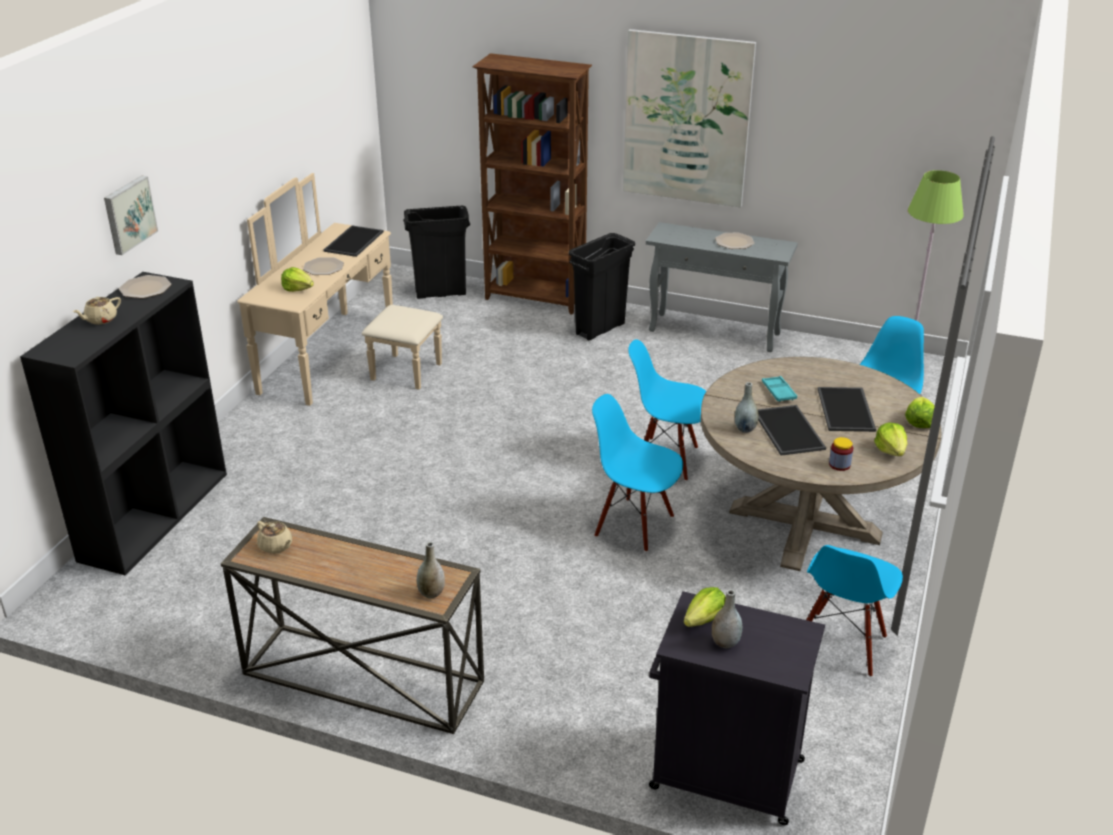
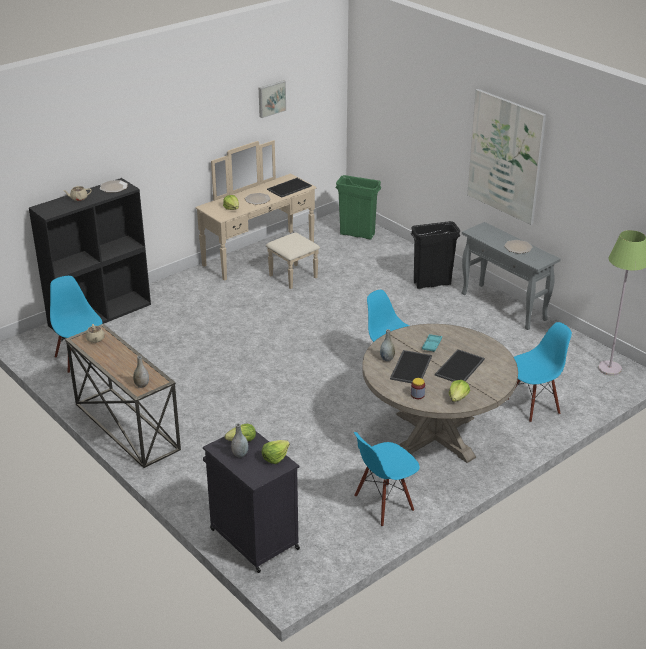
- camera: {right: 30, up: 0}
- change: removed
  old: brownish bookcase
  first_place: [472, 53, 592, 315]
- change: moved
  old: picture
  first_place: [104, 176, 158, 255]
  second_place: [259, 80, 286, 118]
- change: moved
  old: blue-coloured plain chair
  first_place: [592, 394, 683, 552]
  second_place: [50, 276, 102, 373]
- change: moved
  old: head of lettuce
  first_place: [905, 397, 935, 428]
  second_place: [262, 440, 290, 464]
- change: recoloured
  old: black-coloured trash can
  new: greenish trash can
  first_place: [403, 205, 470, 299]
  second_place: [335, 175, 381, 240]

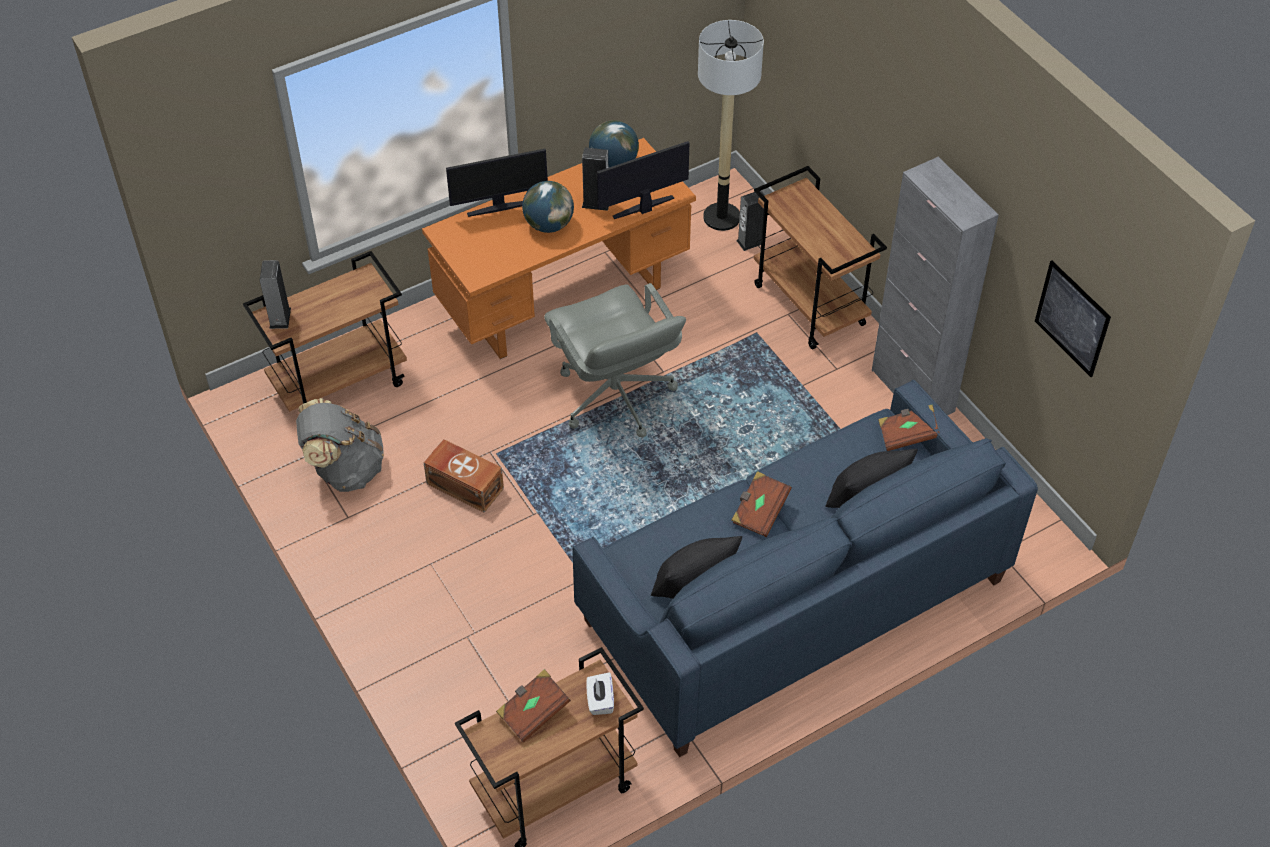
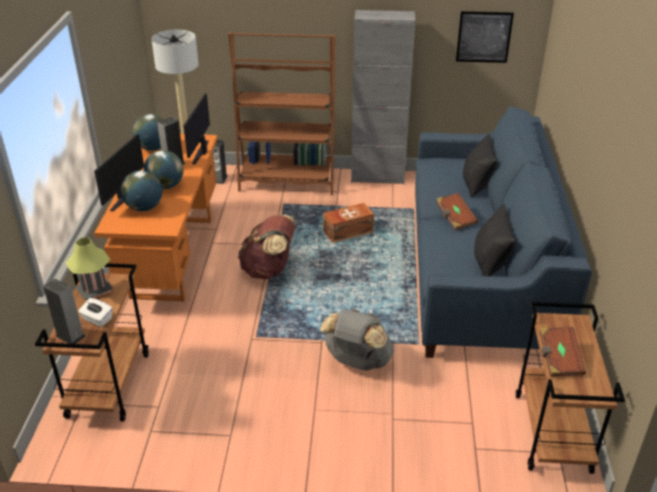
- camera: {right: -55, up: -15}
- change: removed
  old: brownish book
  first_place: [878, 405, 940, 451]
- change: added
  new: lamp for a table
  second_place: [65, 238, 113, 301]
- change: added
  new: world globe
  second_place: [121, 171, 162, 211]
- change: moved
  old: grey rucksack
  first_place: [296, 398, 384, 492]
  second_place: [320, 309, 394, 371]
- change: moved
  old: brownish storage container
  first_place: [424, 439, 504, 513]
  second_place: [323, 203, 374, 243]
- change: moved
  old: white-coloured tissue box
  first_place: [586, 672, 614, 715]
  second_place: [78, 298, 113, 327]
- change: replaced
  old: grey desk chair
  new: brownish rucksack
  first_place: [544, 283, 686, 438]
  second_place: [238, 215, 295, 279]
- change: replaced
  old: brownish wheeled cart
  new: brownish bookcase
  first_place: [754, 166, 887, 349]
  second_place: [228, 32, 335, 195]

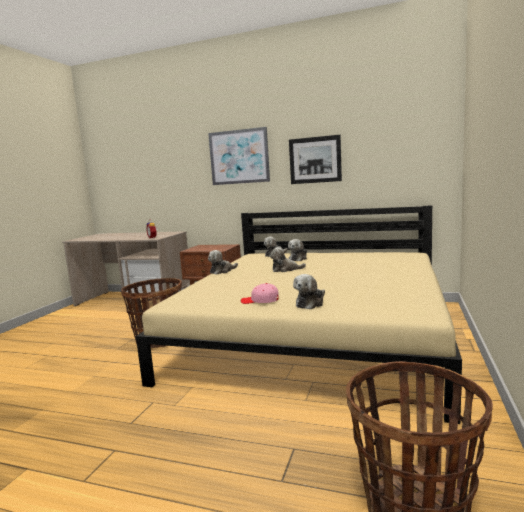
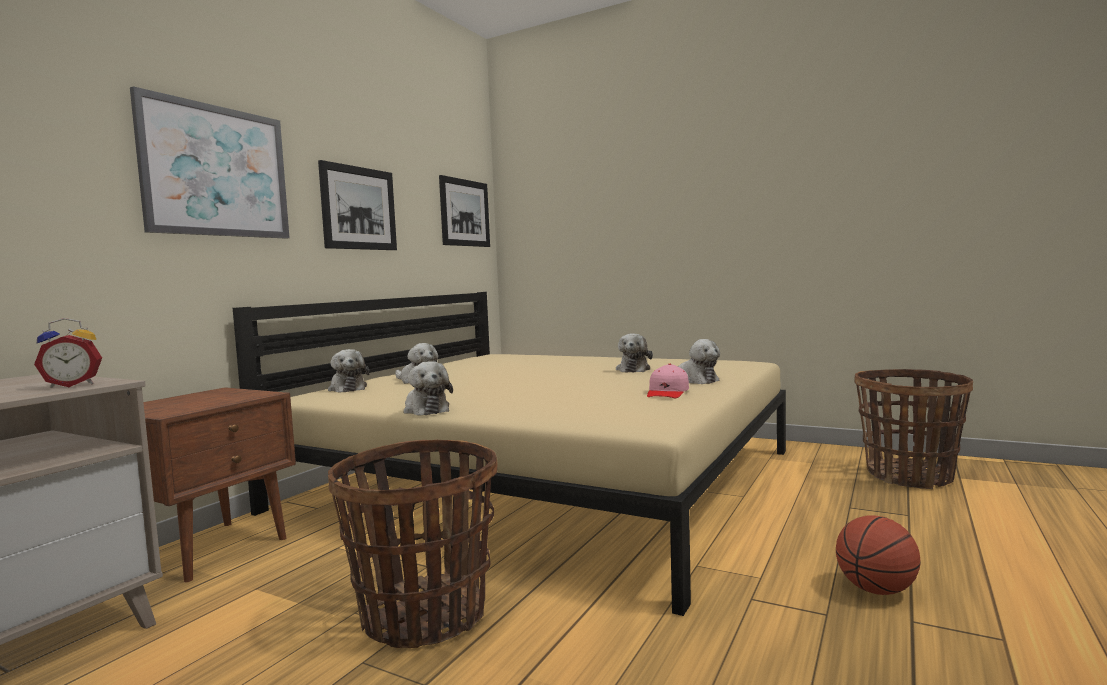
- camera: {right: -80, up: -5}
- change: added
  new: picture
  second_place: [439, 175, 490, 247]
- change: added
  new: ball for basketball
  second_place: [836, 515, 921, 595]
- change: moved
  old: cuddly toy
  first_place: [269, 247, 306, 272]
  second_place: [616, 334, 653, 373]

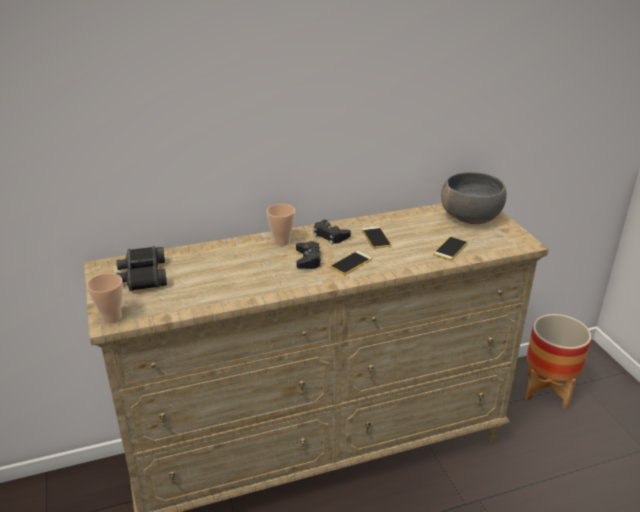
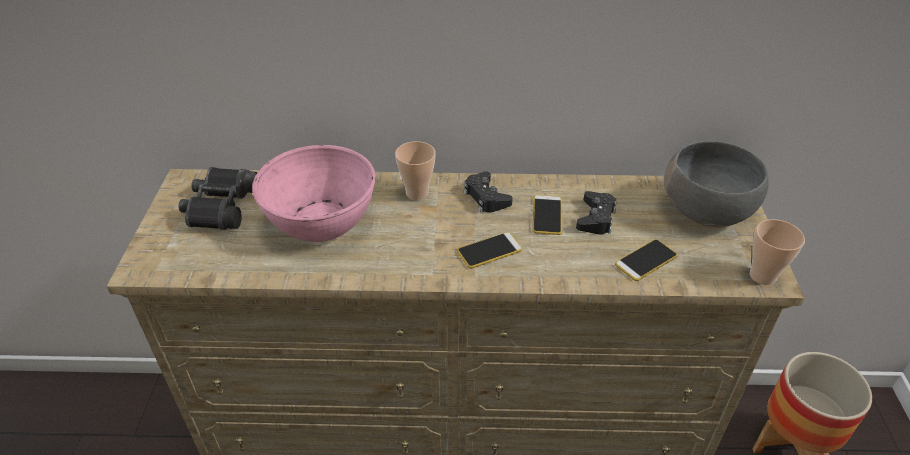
- camera: {right: 20, up: 10}
- change: added
  new: pink bowl
  second_place: [252, 145, 376, 242]
- change: moved
  old: cup
  first_place: [87, 273, 123, 324]
  second_place: [750, 219, 805, 285]
- change: moved
  old: black-coloured gamepad
  first_place: [296, 241, 322, 269]
  second_place: [576, 191, 617, 235]

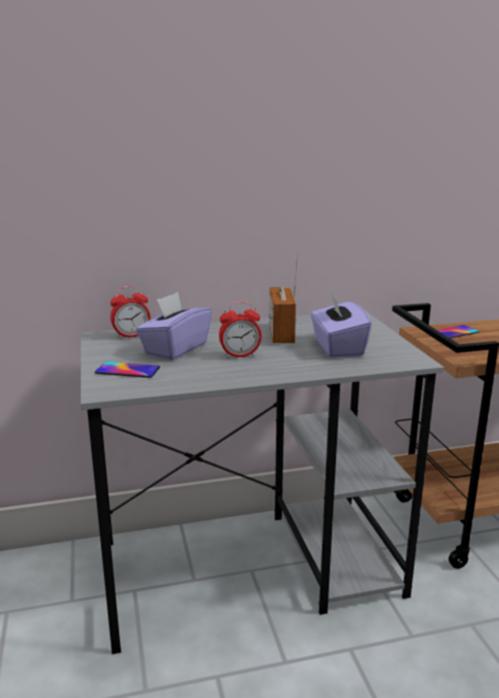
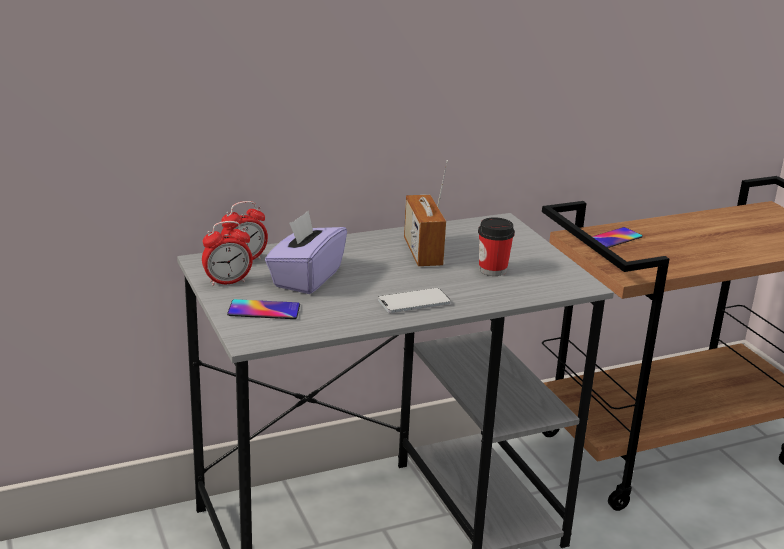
- camera: {right: -10, up: 5}
- change: added
  new: handset
  second_place: [378, 288, 451, 313]
- change: moved
  old: bedside clock
  first_place: [219, 301, 262, 358]
  second_place: [202, 221, 253, 286]
- change: replaced
  old: purple-coloured tissue box
  new: cup
  first_place: [310, 292, 372, 358]
  second_place: [478, 217, 515, 276]

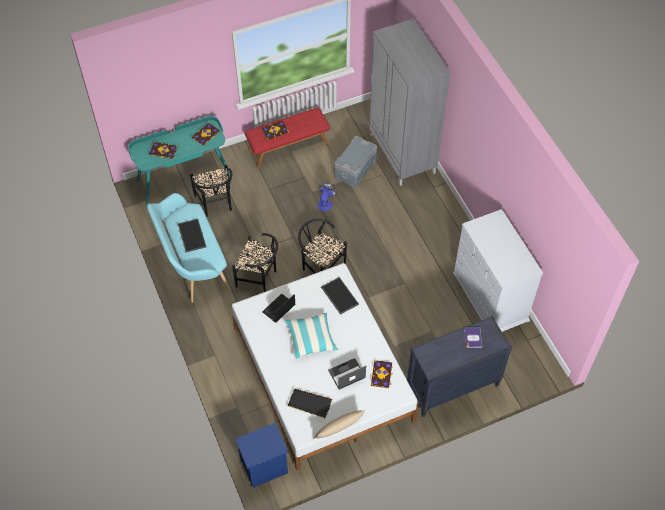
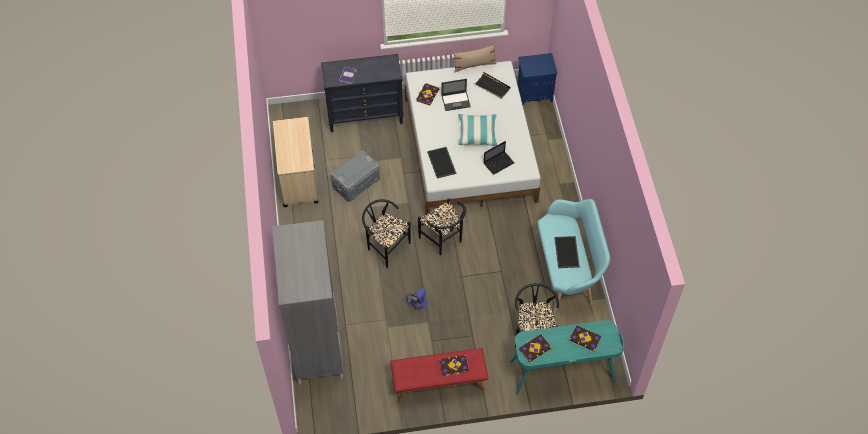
- camera: {right: -165, up: 0}
- change: moved
  old: black-coloured plain chair
  first_place: [232, 233, 278, 292]
  second_place: [362, 199, 411, 268]
- change: moved
  old: grey storage container
  first_place: [335, 136, 377, 188]
  second_place: [331, 150, 380, 202]
- change: replaced
  old: white-coloured chest of drawers
  new: sand-coloured wheeled cart
  first_place: [453, 209, 543, 332]
  second_place: [273, 117, 318, 207]

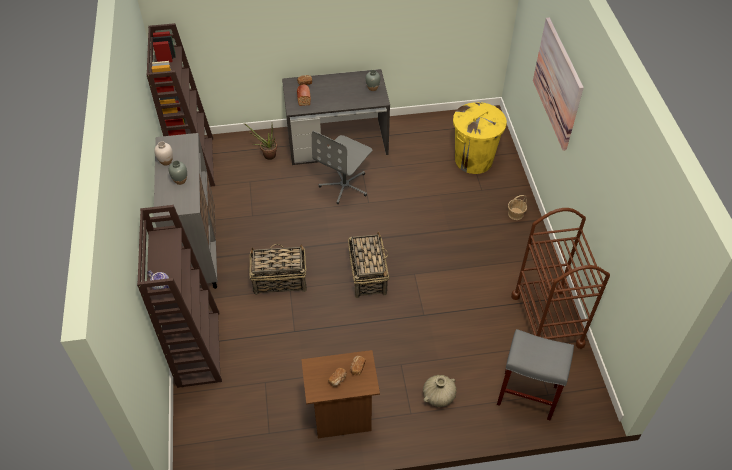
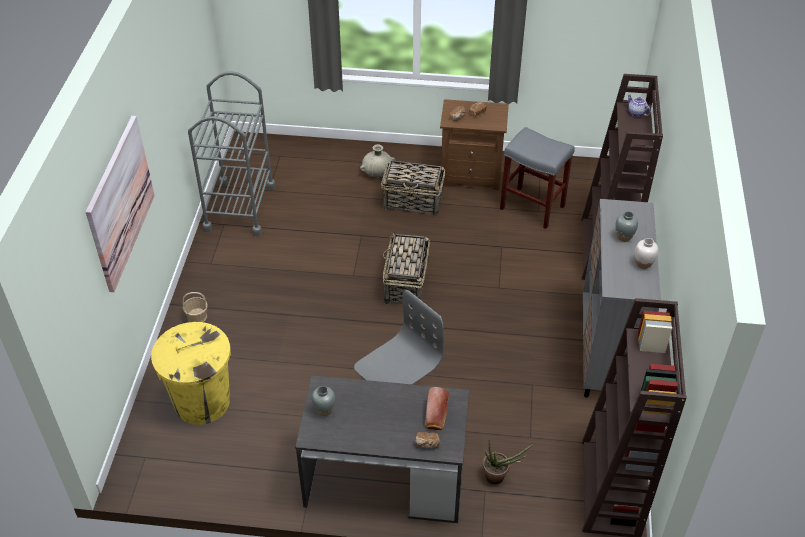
- camera: {right: -165, up: -5}
- change: moved
  old: storage basket
  first_place: [249, 244, 307, 295]
  second_place: [381, 160, 445, 216]
- change: moved
  old: grey sitting stool
  first_place: [497, 329, 574, 420]
  second_place: [500, 127, 575, 229]
- change: recoloured
  old: brownish wheeled cart
  new: grey wheeled cart
  first_place: [511, 208, 610, 349]
  second_place: [188, 71, 276, 236]

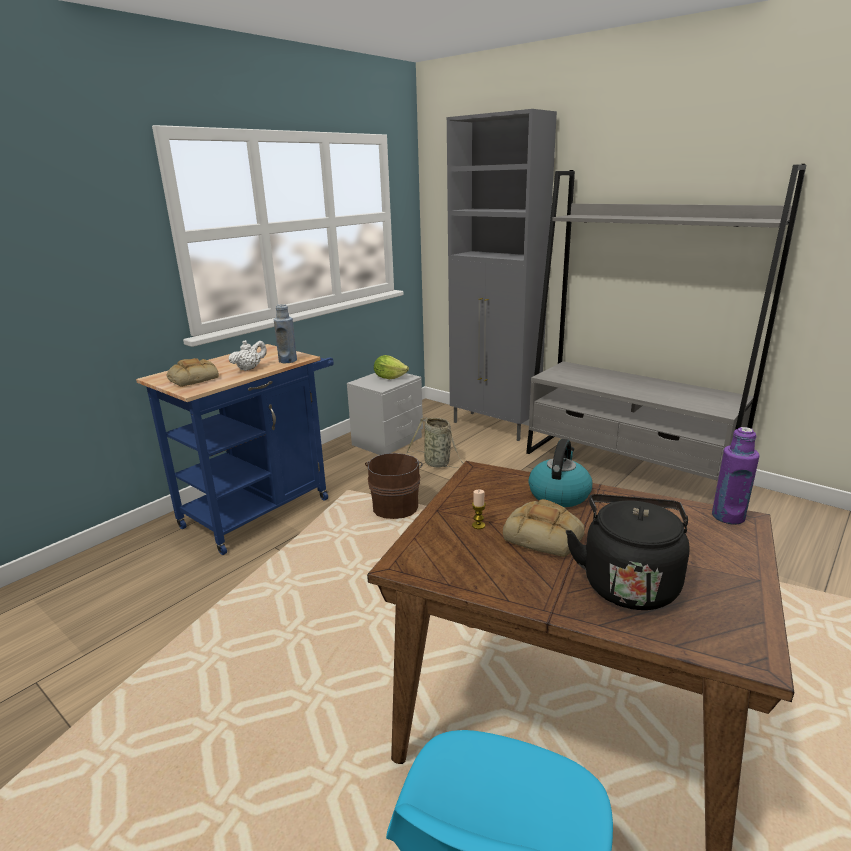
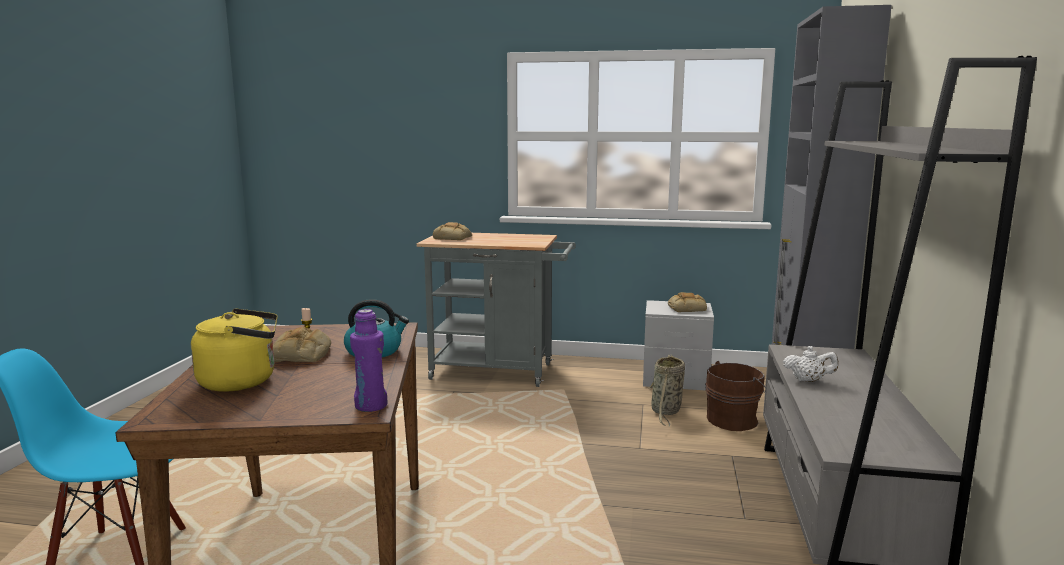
- camera: {right: 60, up: -10}
- change: removed
  old: blue-coloured drink bottle
  first_place: [274, 304, 297, 363]
- change: moved
  old: white-coloured pot for tea
  first_place: [229, 340, 267, 371]
  second_place: [783, 346, 838, 382]
- change: moved
  old: brownish pail
  first_place: [365, 453, 423, 519]
  second_place: [705, 361, 765, 431]
- change: replaced
  old: head of lettuce
  new: baked bread
  first_place: [374, 355, 409, 380]
  second_place: [668, 292, 707, 312]
- change: recoloured
  old: blue-coloured wheeled cart
  new: grey wheeled cart
  first_place: [136, 344, 334, 555]
  second_place: [416, 233, 576, 387]
- change: recoloured
  old: black-coloured water kettle
  new: yellow-coloured water kettle
  first_place: [566, 494, 690, 610]
  second_place: [191, 308, 278, 392]

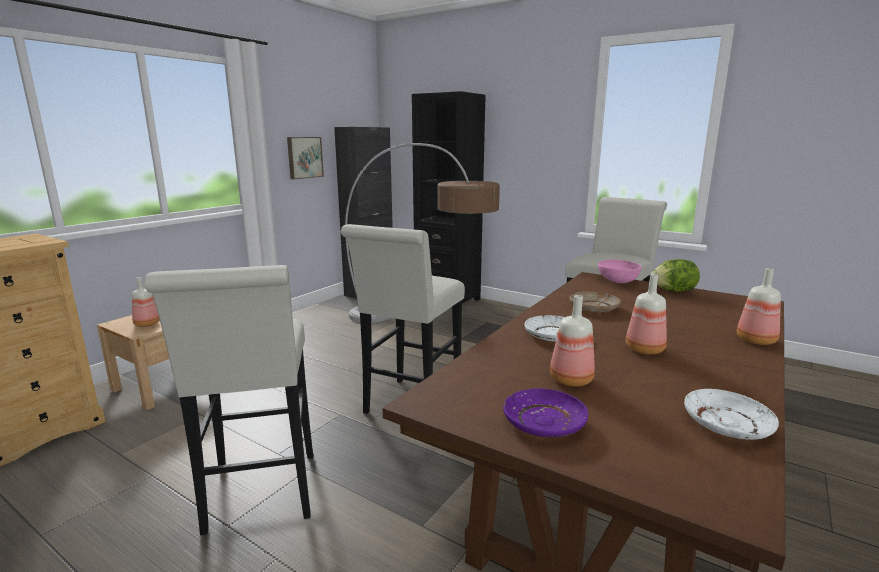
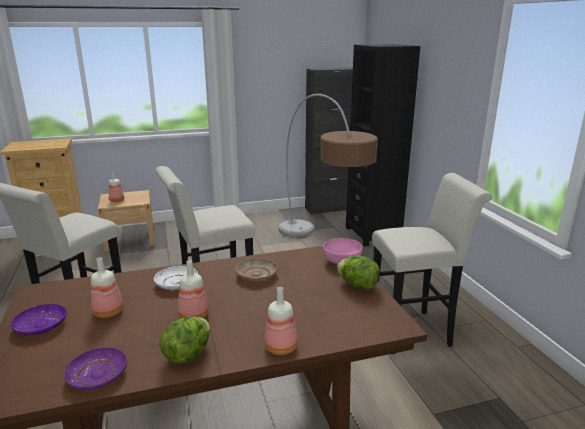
- camera: {right: 40, up: 5}
- change: removed
  old: picture
  first_place: [287, 137, 324, 179]
- change: added
  new: head of lettuce
  second_place: [159, 316, 210, 364]
- change: recoloured
  old: white-coloured flat dish
  new: purple-coloured flat dish
  first_place: [684, 389, 779, 440]
  second_place: [64, 347, 127, 390]

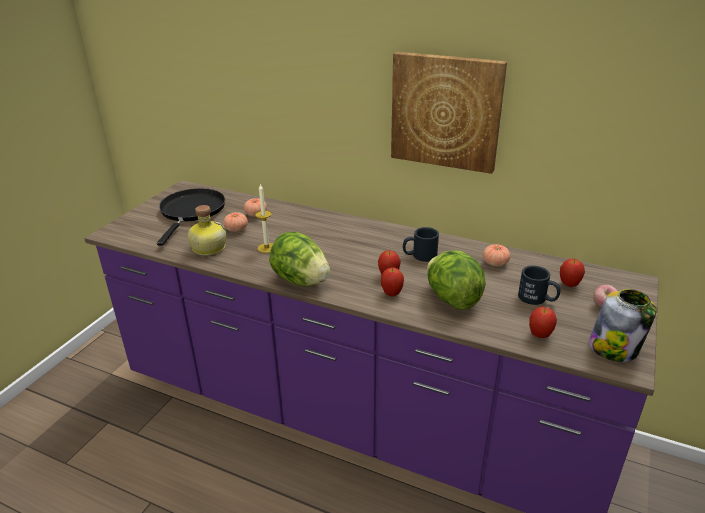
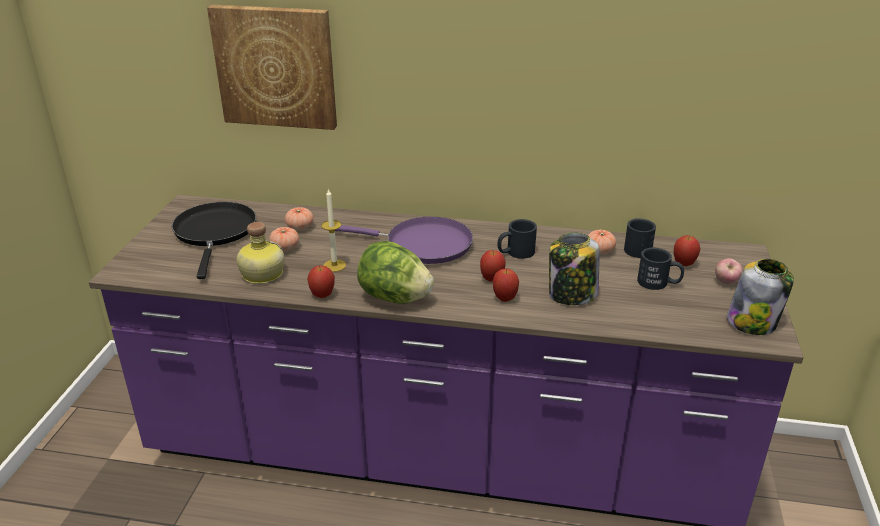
- camera: {right: -15, up: 0}
- change: added
  new: purple-coloured skillet
  second_place: [335, 217, 473, 264]
- change: added
  new: black-coloured tea mug
  second_place: [624, 218, 656, 258]
- change: moved
  old: picture
  first_place: [391, 52, 507, 174]
  second_place: [207, 5, 337, 130]
- change: moved
  old: apple
  first_place: [529, 307, 557, 338]
  second_place: [307, 265, 335, 298]
- change: replaced
  old: head of lettuce
  new: preserve jar
  first_place: [427, 250, 486, 310]
  second_place: [549, 233, 600, 305]

